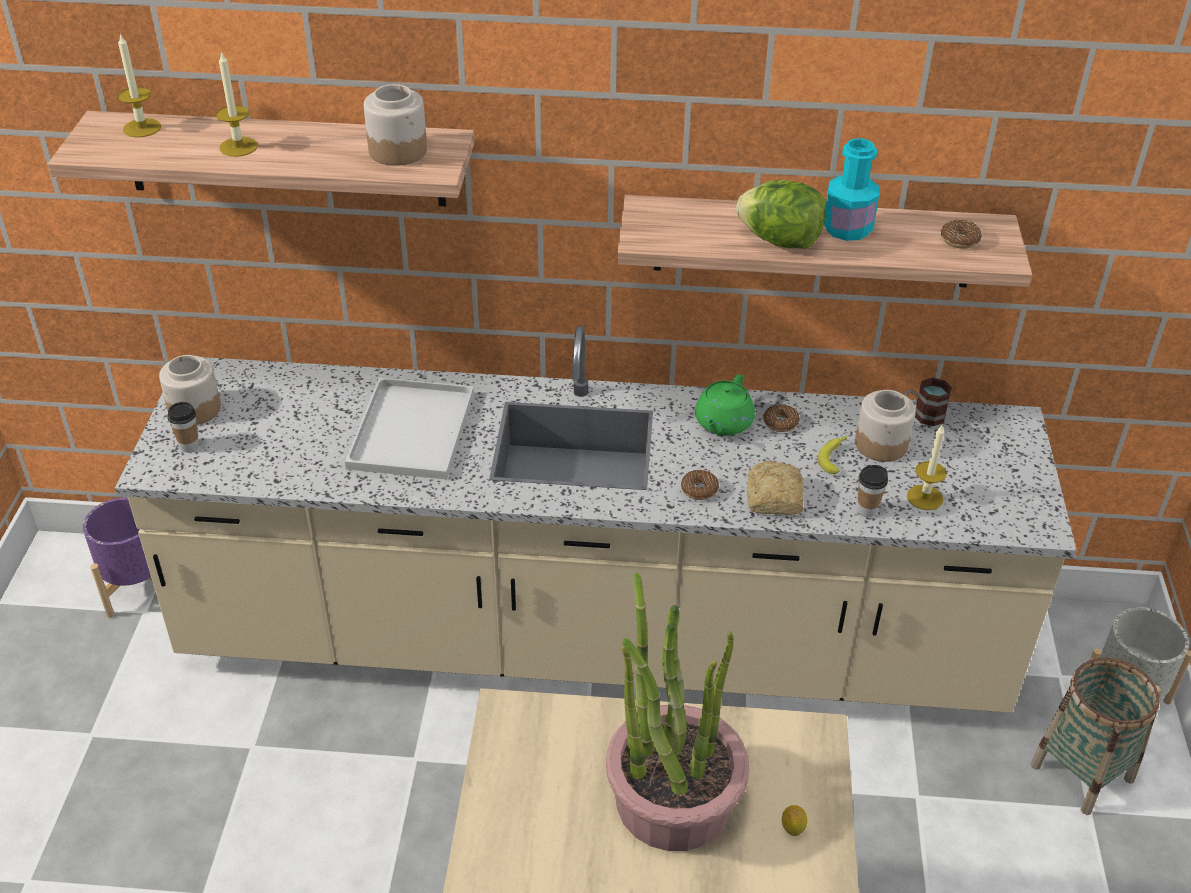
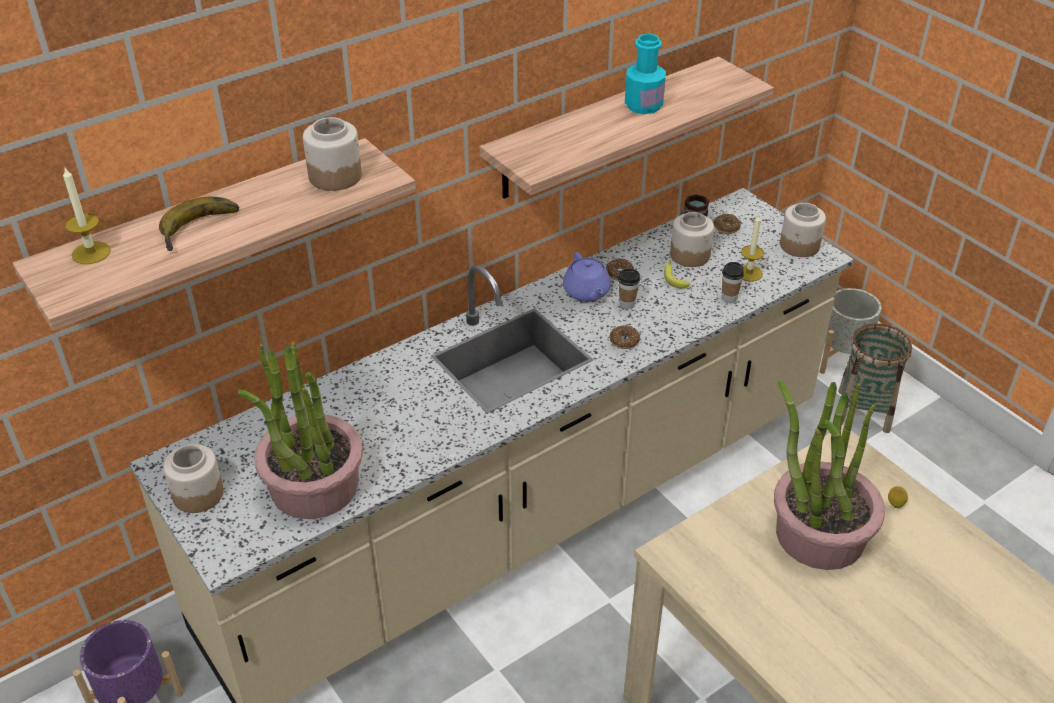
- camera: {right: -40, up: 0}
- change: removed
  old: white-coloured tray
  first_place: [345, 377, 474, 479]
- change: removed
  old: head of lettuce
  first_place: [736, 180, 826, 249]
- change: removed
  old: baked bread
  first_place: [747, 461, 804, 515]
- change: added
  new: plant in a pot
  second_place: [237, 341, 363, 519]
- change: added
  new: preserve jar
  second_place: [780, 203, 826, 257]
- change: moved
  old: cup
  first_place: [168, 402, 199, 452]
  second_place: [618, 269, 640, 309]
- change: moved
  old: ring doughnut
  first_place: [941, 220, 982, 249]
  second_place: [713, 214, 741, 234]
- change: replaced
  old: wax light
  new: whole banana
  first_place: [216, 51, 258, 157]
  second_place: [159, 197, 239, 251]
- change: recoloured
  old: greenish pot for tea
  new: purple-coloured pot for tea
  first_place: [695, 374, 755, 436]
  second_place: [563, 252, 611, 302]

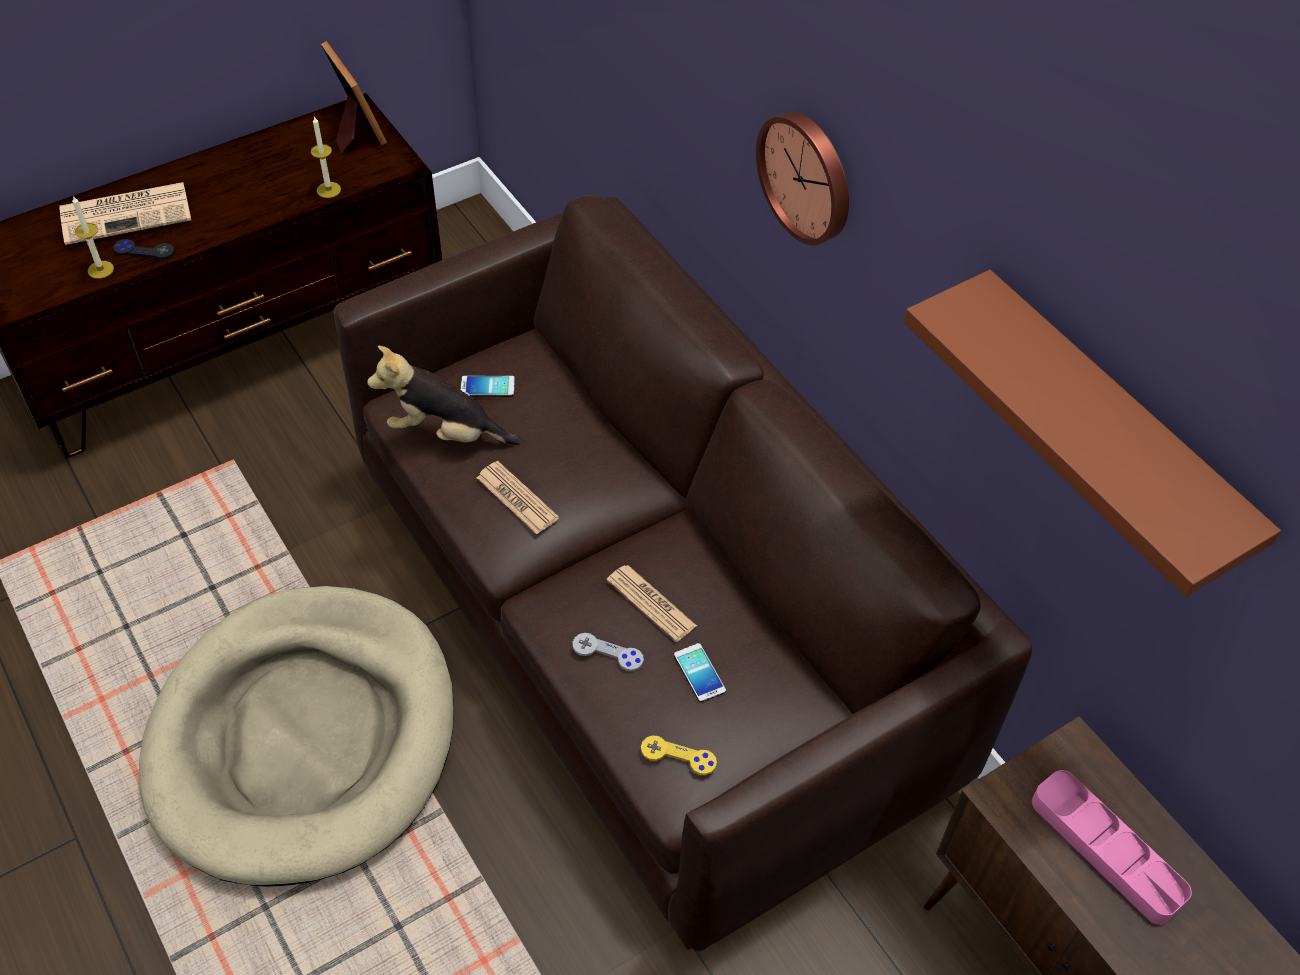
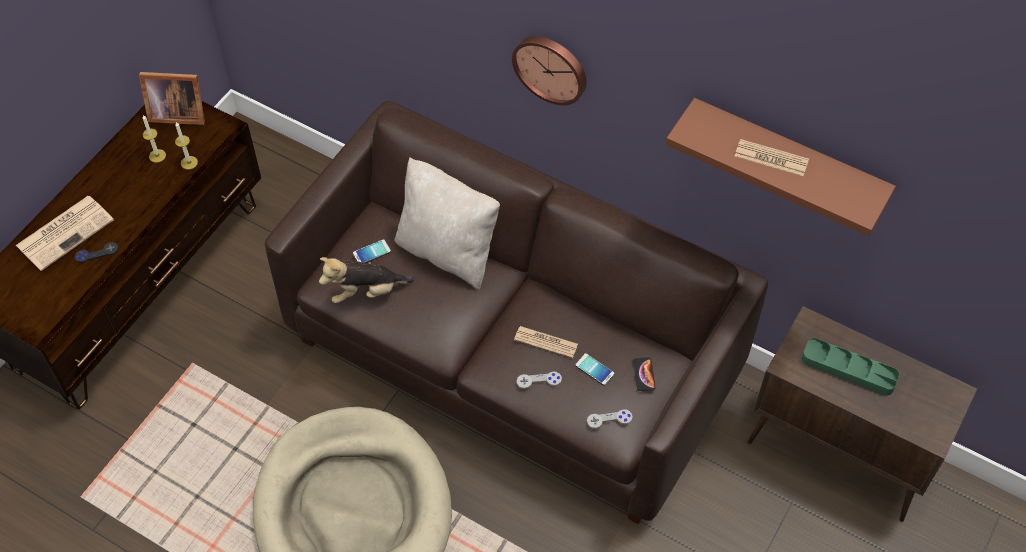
- camera: {right: -25, up: 5}
- change: added
  new: sand-coloured cushion
  second_place: [394, 157, 500, 290]
- change: added
  new: handset
  second_place: [633, 357, 655, 391]
- change: moved
  old: wax light
  first_place: [72, 196, 114, 279]
  second_place: [143, 115, 166, 163]
- change: moved
  old: newspaper
  first_place: [477, 461, 559, 534]
  second_place: [735, 139, 809, 176]
- change: recoloured
  old: yellow-coloured gamepad
  new: grey gamepad
  first_place: [641, 736, 717, 775]
  second_place: [587, 409, 632, 429]
- change: recoloured
  old: pink tray
  new: greenish tray
  first_place: [1032, 770, 1192, 925]
  second_place: [801, 338, 900, 396]
- change: turned
  old: standing frame
  first_place: [321, 41, 387, 154]
  second_place: [139, 72, 205, 125]
  degrees: 150

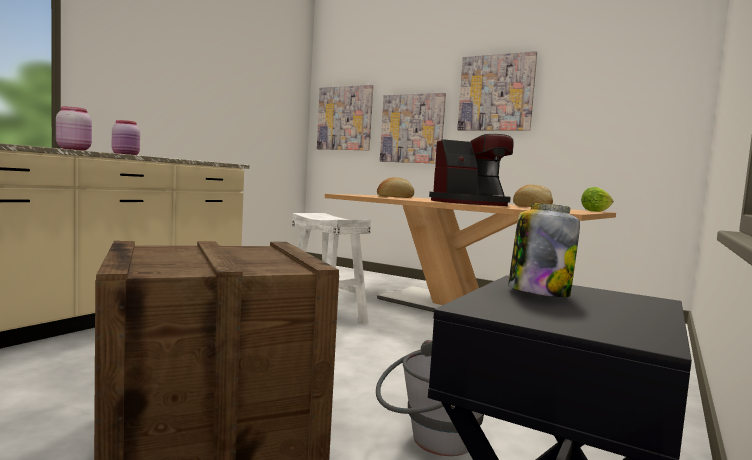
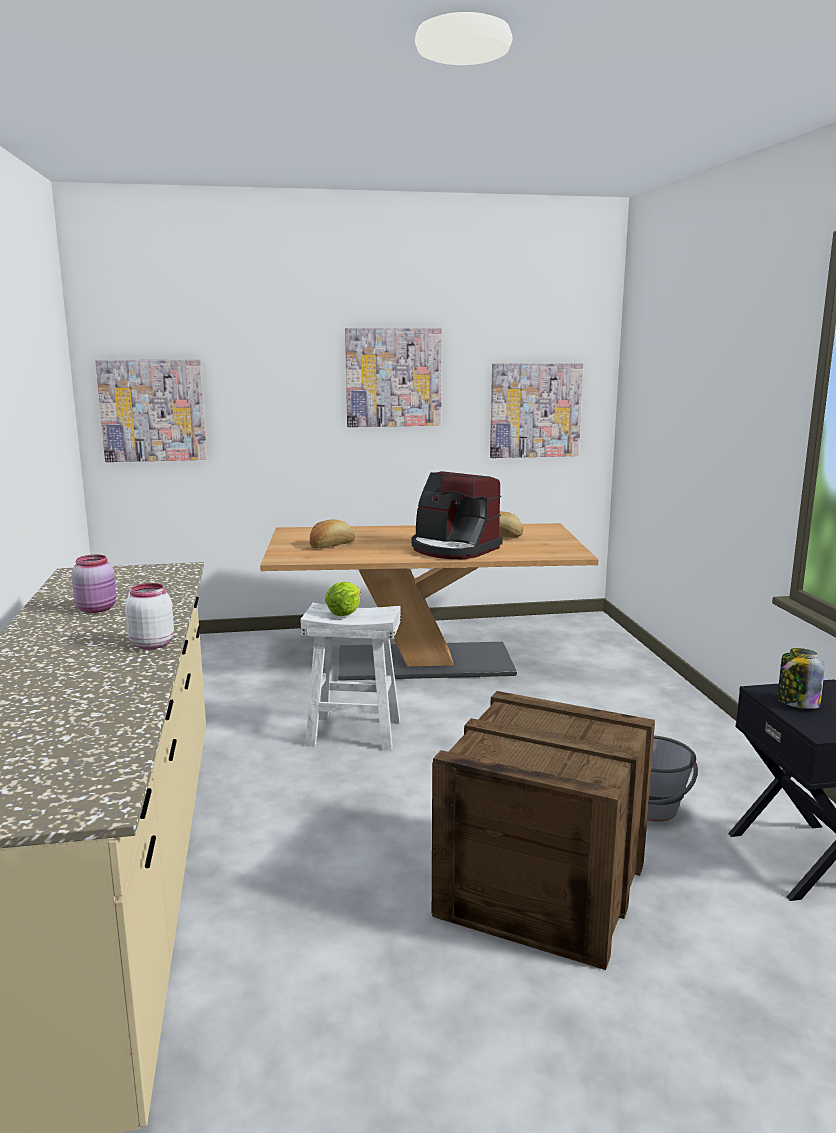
- camera: {right: -40, up: 10}
- change: moved
  old: picture
  first_place: [380, 93, 446, 164]
  second_place: [490, 363, 583, 458]
- change: moved
  old: head of lettuce
  first_place: [581, 187, 613, 212]
  second_place: [325, 582, 361, 616]
- change: recoloured
  old: pink preserve jar
  new: white-coloured preserve jar
  first_place: [56, 106, 92, 151]
  second_place: [125, 583, 174, 649]
- change: turned
  old: coffee brewer
  first_place: [429, 134, 514, 206]
  second_place: [411, 471, 503, 559]
  degrees: 90

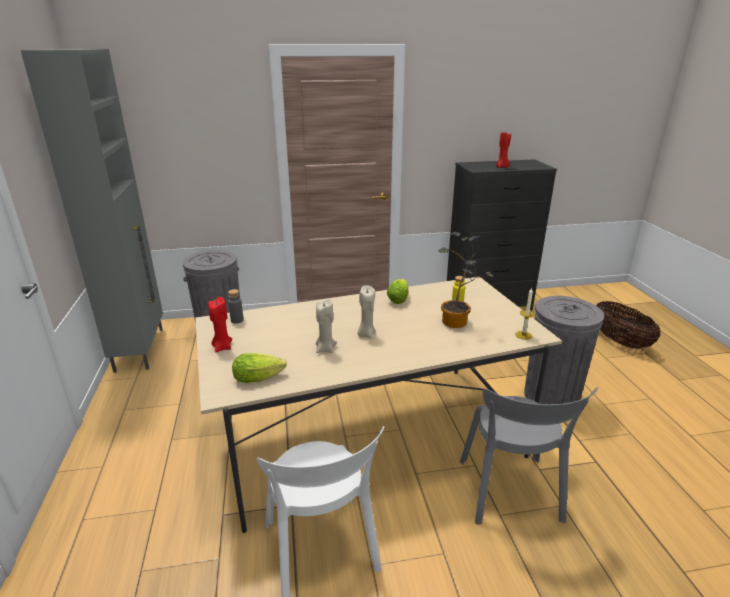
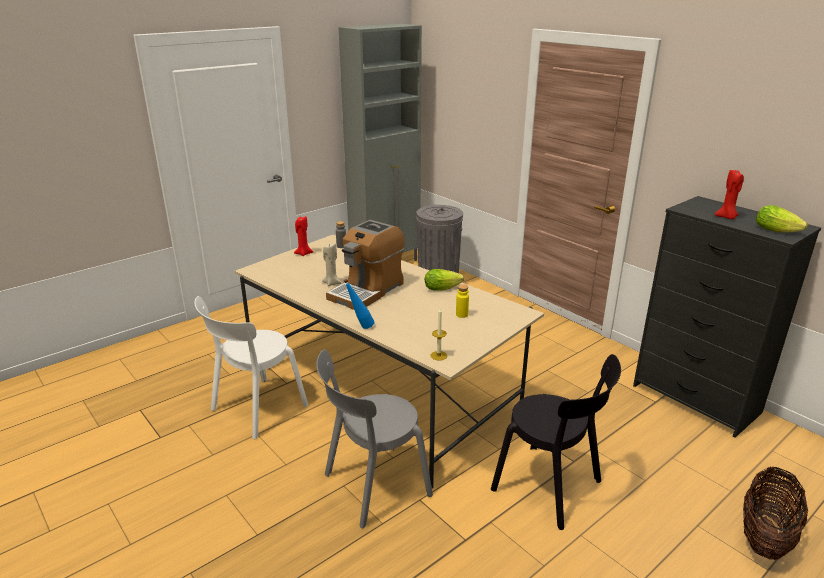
- camera: {right: 60, up: 0}
- change: removed
  old: plant in a pot
  first_place: [438, 232, 493, 328]
- change: added
  new: blue-coloured drink bottle
  second_place: [344, 279, 375, 329]
- change: moved
  old: head of lettuce
  first_place: [232, 353, 287, 383]
  second_place: [756, 205, 808, 233]
- change: replaced
  old: sand-coloured wax light
  new: coffee brewer
  first_place: [357, 285, 376, 339]
  second_place: [326, 220, 405, 310]
- change: replaced
  old: grey trash can
  new: black-coloured plain chair
  first_place: [524, 296, 604, 404]
  second_place: [491, 354, 621, 530]

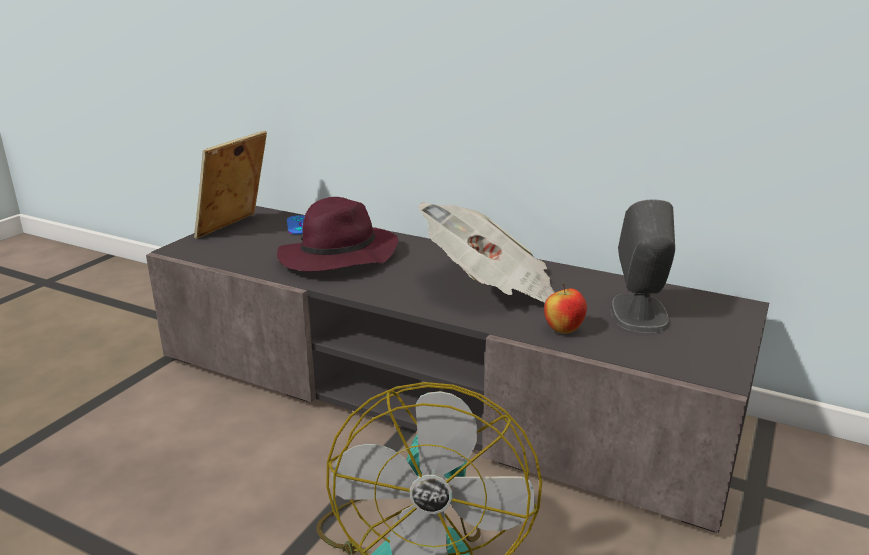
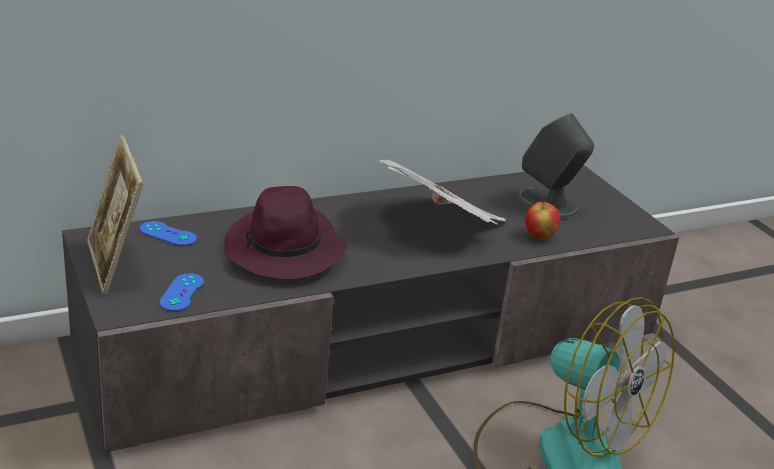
- camera: {right: -55, up: 5}
- change: added
  new: blue-coloured gamepad
  second_place: [159, 273, 204, 312]

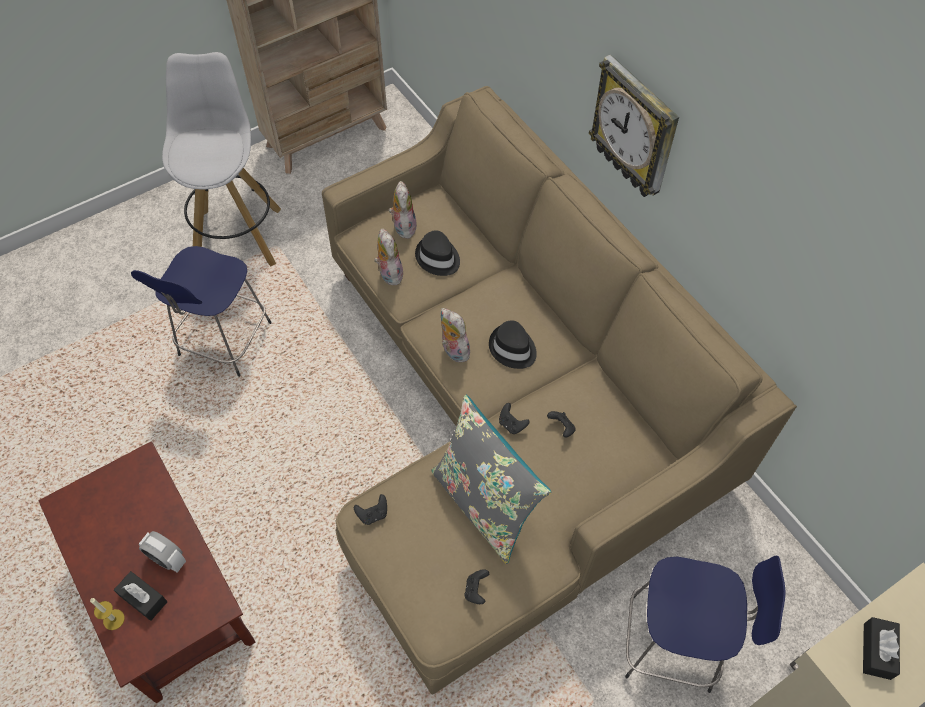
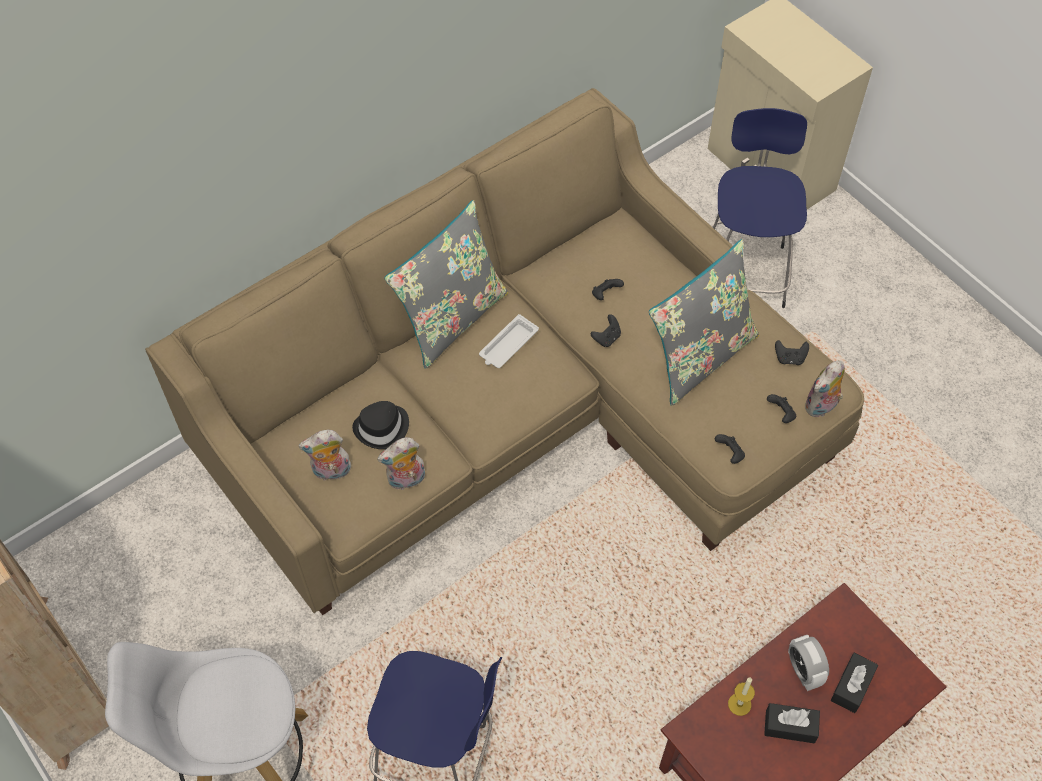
- camera: {right: -95, up: 0}
- change: removed
  old: wall clock
  first_place: [589, 55, 679, 197]
- change: added
  new: grey cushion
  second_place: [384, 200, 508, 369]
- change: added
  new: black-coloured gamepad
  second_place: [767, 394, 796, 423]
- change: moved
  old: wax light
  first_place: [90, 598, 125, 630]
  second_place: [728, 677, 755, 716]
- change: moved
  old: cuddly toy
  first_place: [441, 308, 470, 363]
  second_place: [805, 361, 845, 417]
- change: moved
  old: black-coloured tissue box
  first_place: [863, 617, 900, 680]
  second_place: [764, 703, 820, 743]
- change: replaced
  old: black-coloured hat
  new: white-coloured tray
  first_place: [489, 320, 537, 369]
  second_place: [479, 314, 539, 368]
- change: turned
  old: bedside clock
  first_place: [139, 531, 186, 573]
  second_place: [788, 635, 829, 691]
  degrees: 135

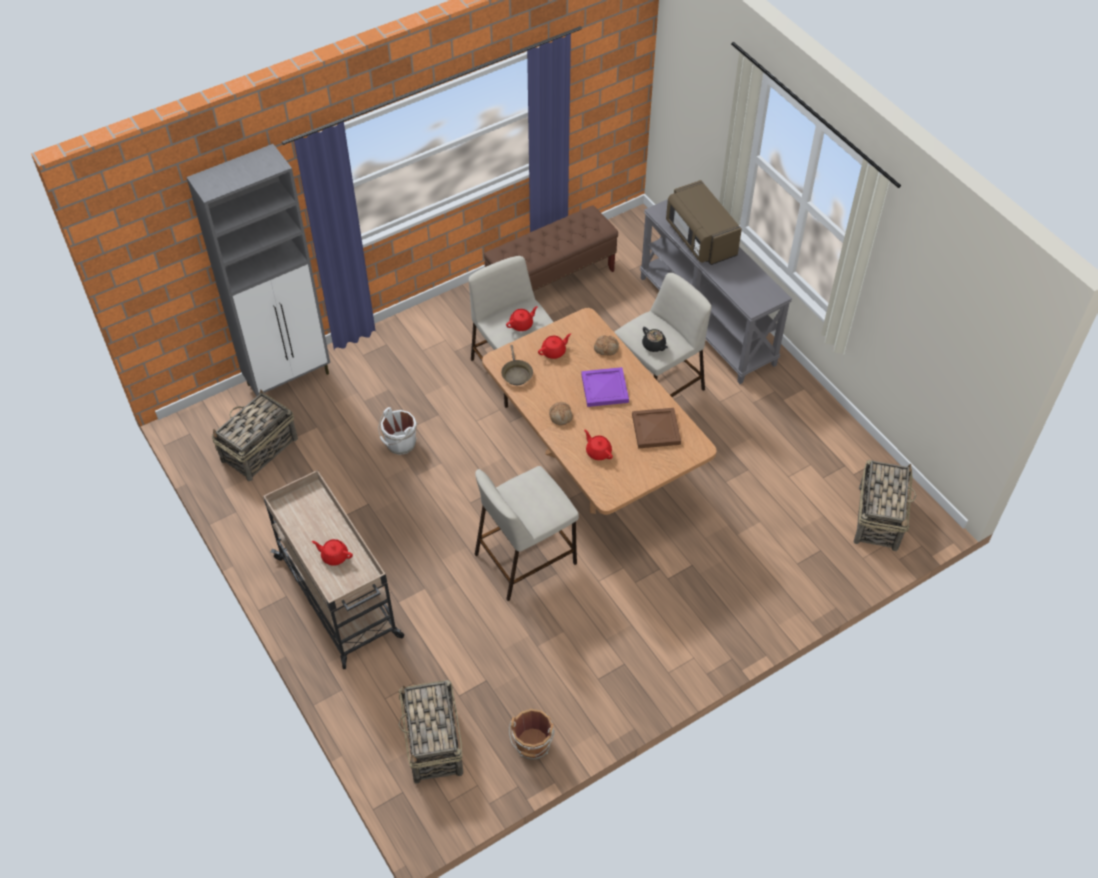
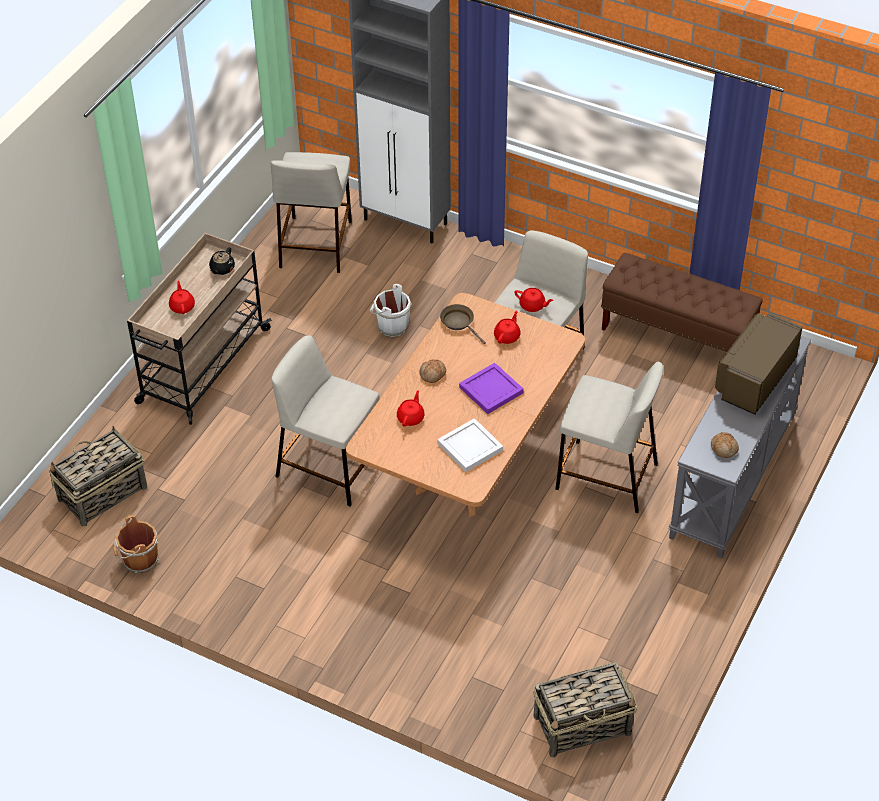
- camera: {right: 60, up: -5}
- change: moved
  old: baked bread
  first_place: [594, 335, 619, 356]
  second_place: [711, 432, 739, 458]
- change: moved
  old: black-coloured pot for tea
  first_place: [642, 327, 668, 352]
  second_place: [209, 247, 235, 275]
- change: replaced
  old: storage basket
  new: sand-coloured sitting stool
  first_place: [212, 389, 298, 481]
  second_place: [270, 152, 352, 273]
- change: recoloured
  old: brownish tray
  new: white-coloured tray
  first_place: [632, 408, 681, 448]
  second_place: [437, 418, 503, 472]
- change: turned
  old: brownish skillet
  first_place: [501, 345, 533, 385]
  second_place: [440, 304, 486, 344]
  degrees: 90
- change: turned
  old: red-coloured pot for tea
  first_place: [538, 333, 571, 359]
  second_place: [494, 311, 521, 344]
  degrees: -90

